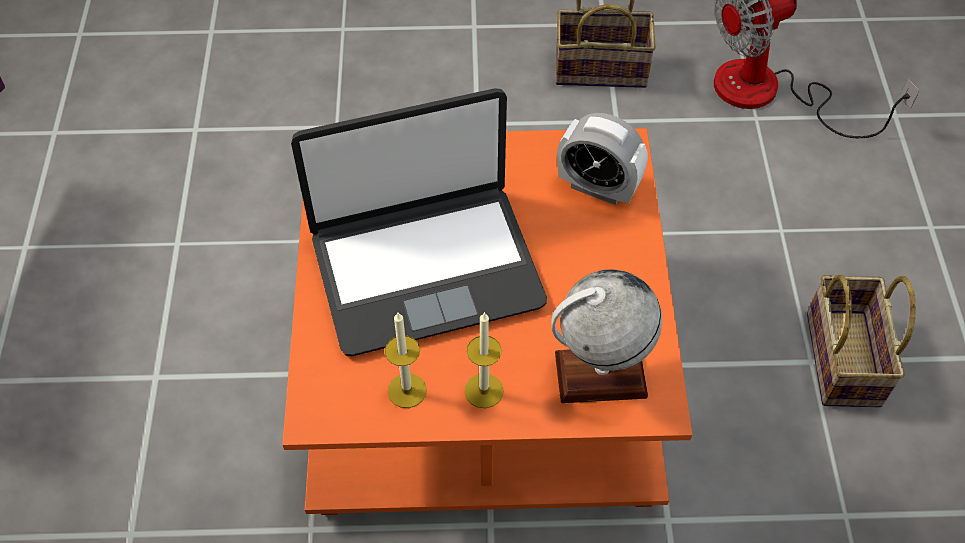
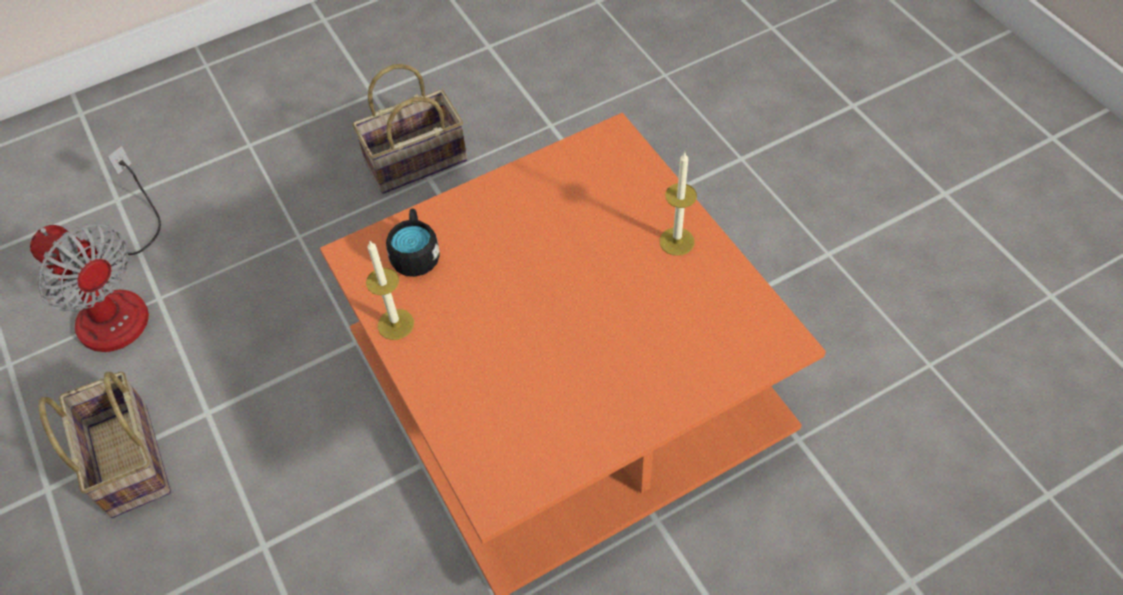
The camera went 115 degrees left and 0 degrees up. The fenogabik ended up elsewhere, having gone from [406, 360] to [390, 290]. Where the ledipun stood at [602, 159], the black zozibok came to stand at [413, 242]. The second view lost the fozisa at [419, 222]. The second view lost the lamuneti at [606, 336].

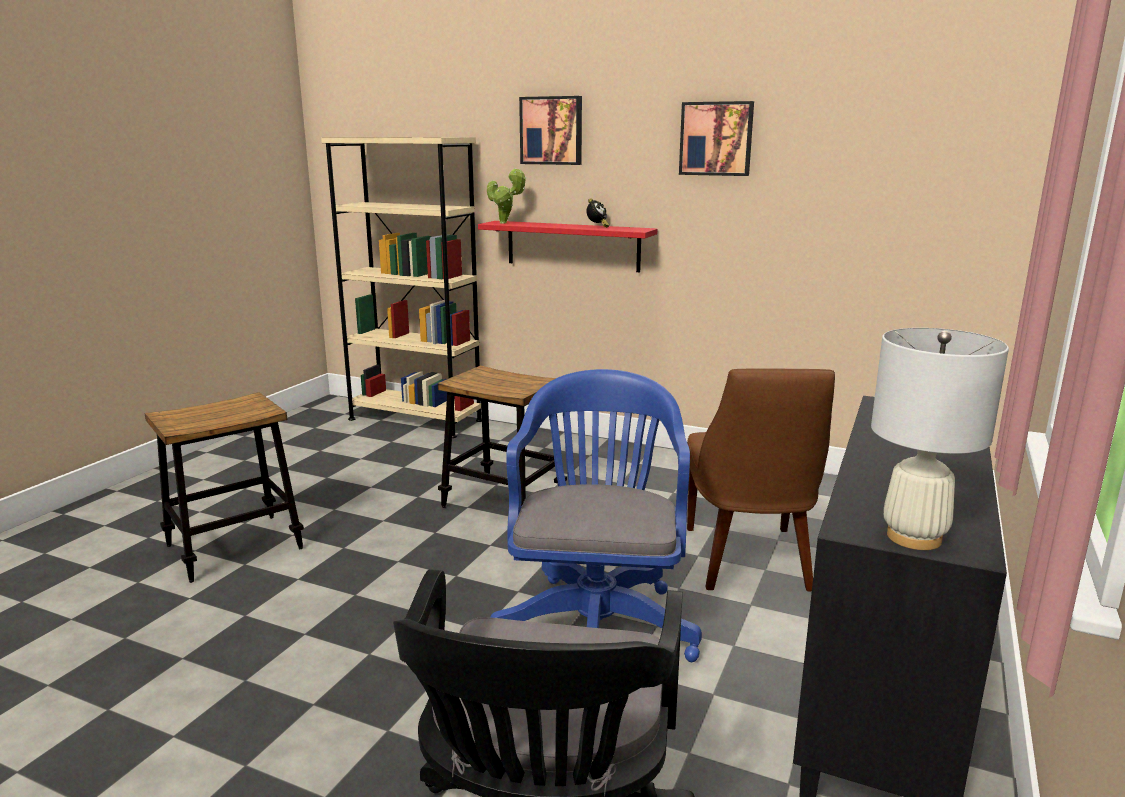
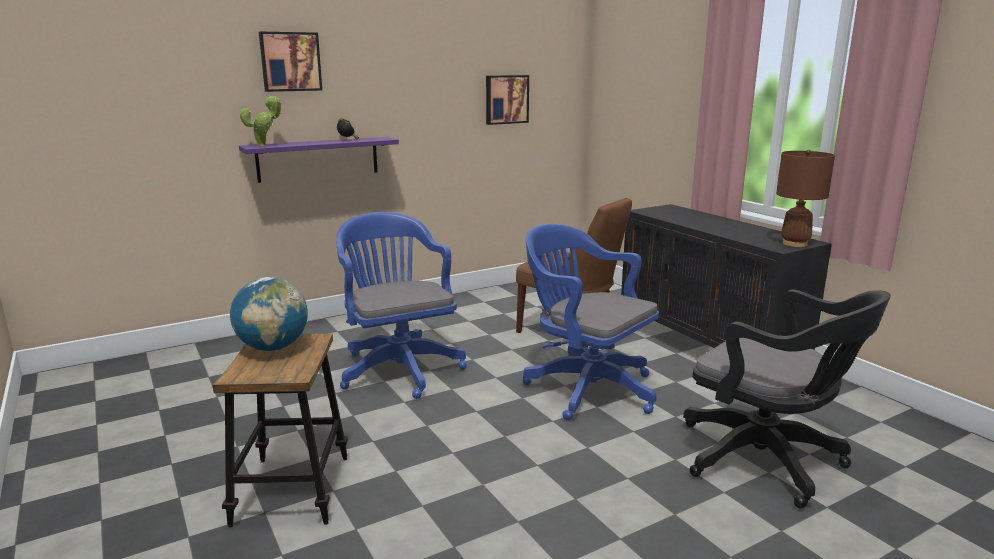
The camera went 55 degrees left and 0 degrees up. The second view gained the lamuneti at [269, 314]. What was the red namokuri at [567, 246] turned into the purple namokuri at [319, 160]. Where the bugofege stood at [502, 436], the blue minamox came to stand at [401, 305]. The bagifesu ended up elsewhere, having gone from [716, 138] to [507, 100]. What was the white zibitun at [940, 439] turned into the brown zibitun at [805, 198]. The second view lost the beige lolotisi at [401, 287].

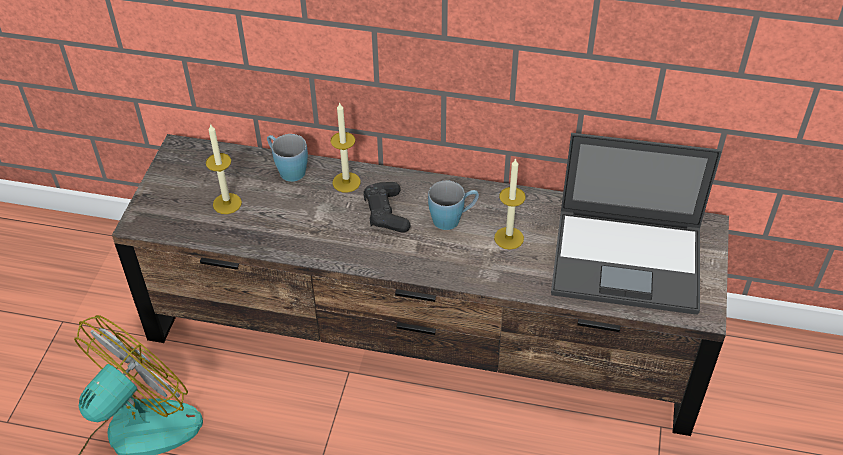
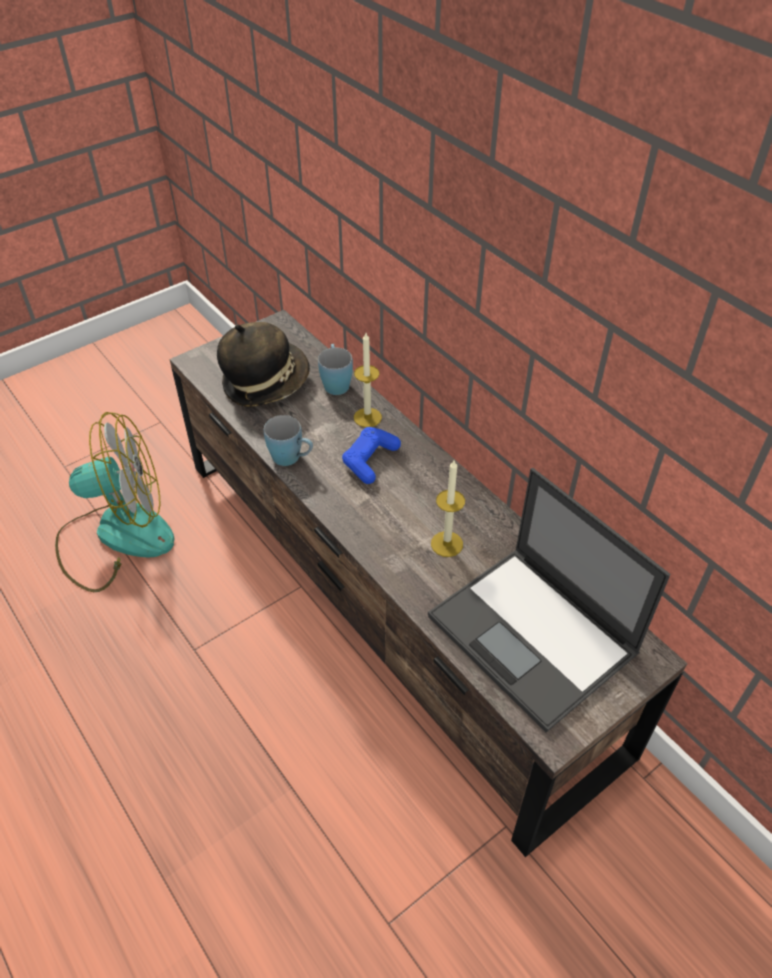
The camera went 40 degrees right and 0 degrees up. Where the fenogabik stood at [224, 168], the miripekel came to stand at [263, 364]. The blue zozibok ended up elsewhere, having gone from [453, 205] to [288, 440]. What was the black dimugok at [387, 207] turned into the blue dimugok at [371, 455].

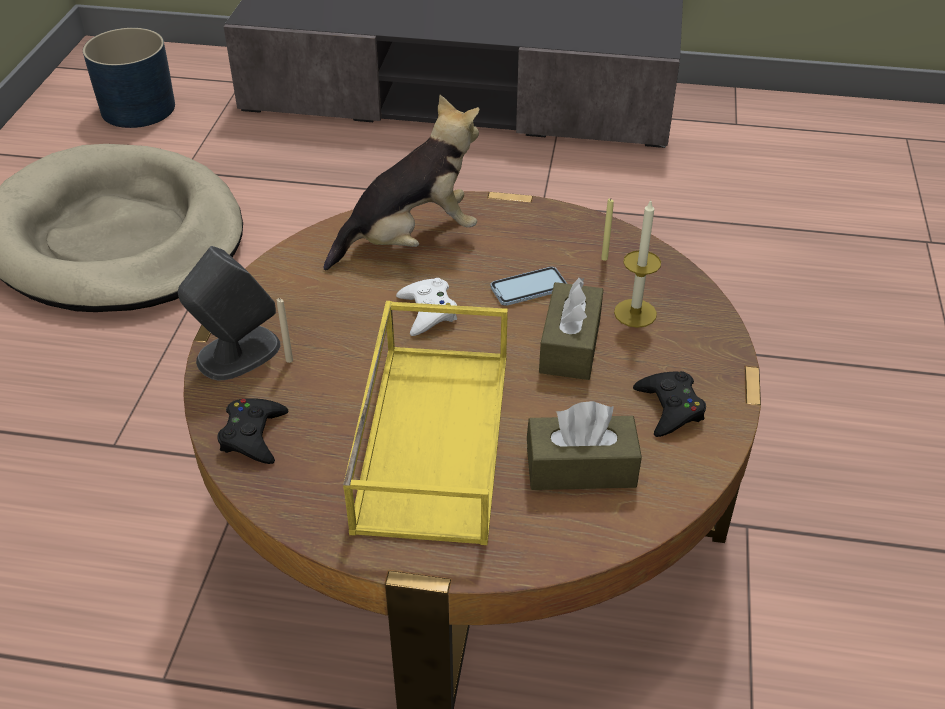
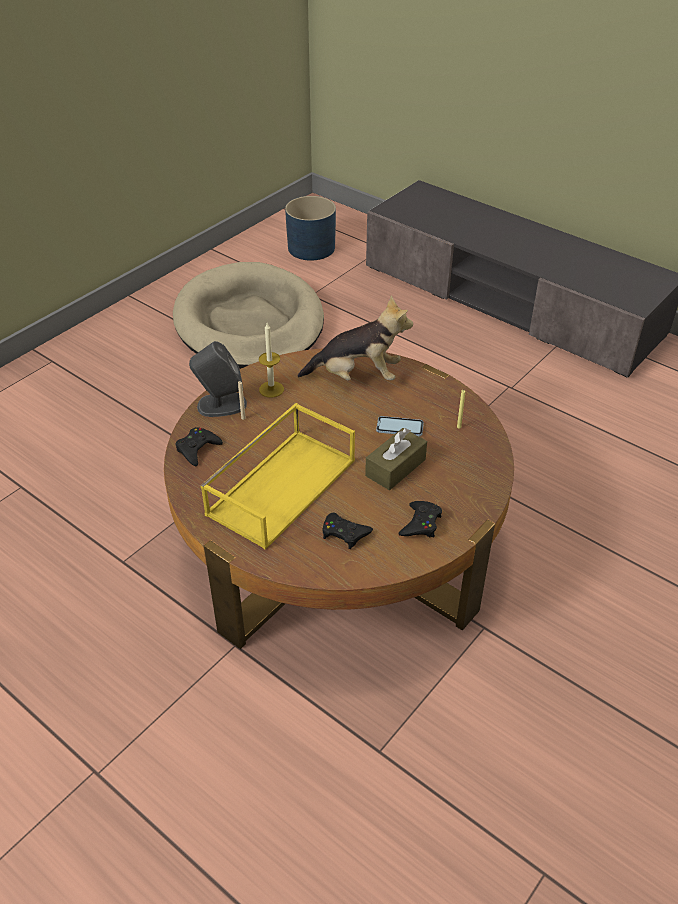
The camera went 30 degrees right and 0 degrees up. The fenogabik ended up elsewhere, having gone from [637, 264] to [271, 360]. Where the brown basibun stood at [584, 445], the black dimugok came to stand at [347, 530]. The second view lost the white dimugok at [426, 307].

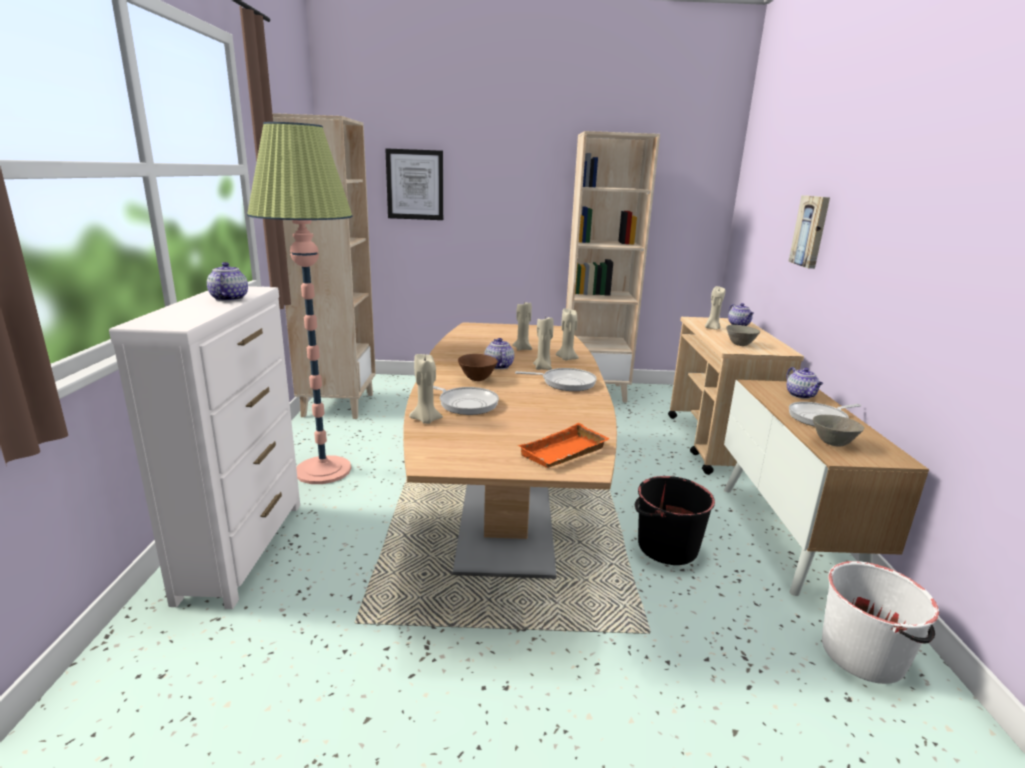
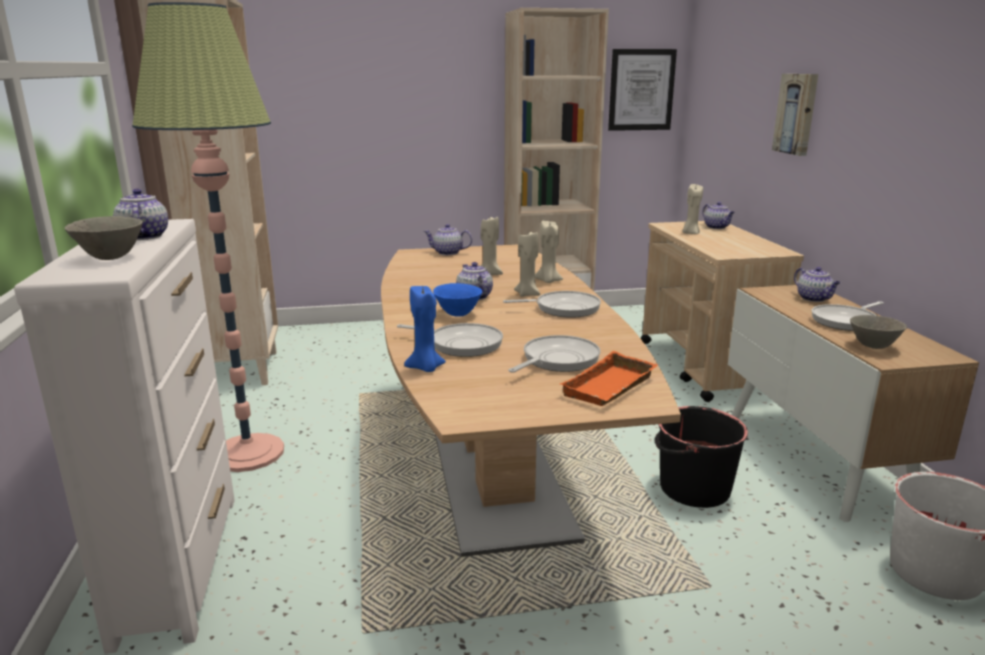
The camera went 10 degrees left and 0 degrees up. The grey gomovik ended up elsewhere, having gone from [743, 335] to [103, 238]. What was the beige fenogabik at [426, 389] turned into the blue fenogabik at [425, 329]. The second view gained the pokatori at [448, 239]. What was the brown gomovik at [478, 367] turned into the blue gomovik at [457, 300]. The second view gained the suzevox at [554, 354]. The bagifesu ended up elsewhere, having gone from [414, 184] to [642, 90].

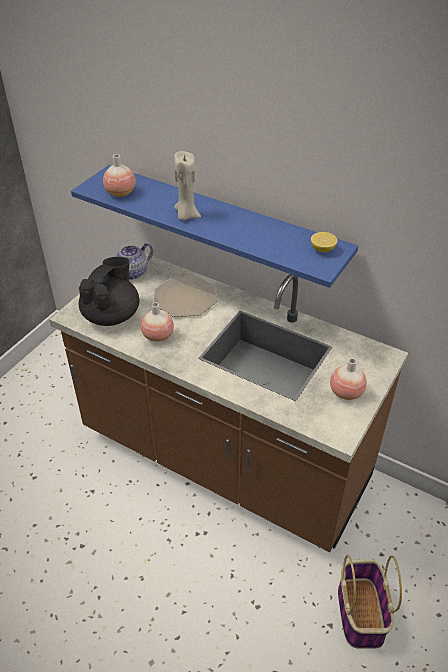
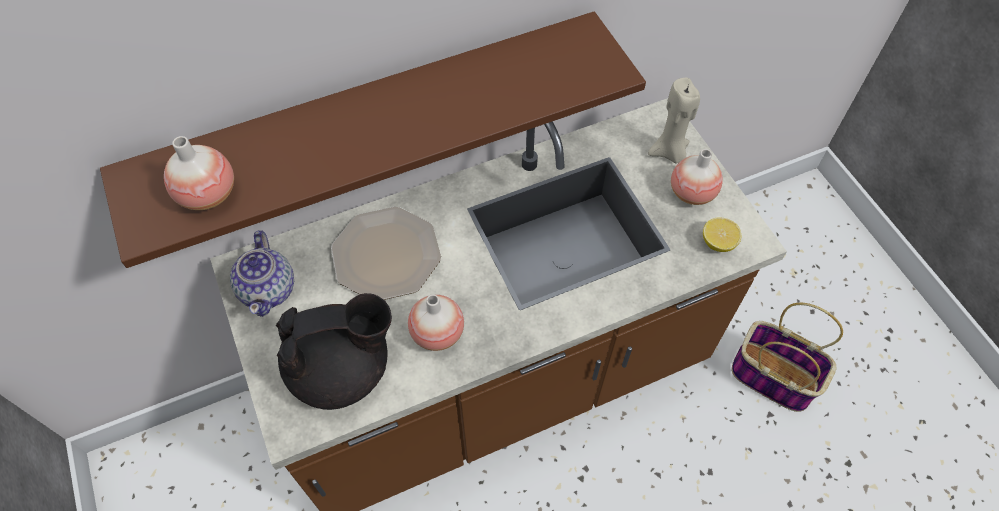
The camera went 55 degrees left and 15 degrees up. What was the blue namokuri at [214, 226] turned into the brown namokuri at [373, 139]. The black pokatori at [109, 291] ended up facing another way, 105 degrees clockwise from before. The beige fenogabik ended up elsewhere, having gone from [187, 186] to [674, 121]. The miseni ended up elsewhere, having gone from [324, 242] to [722, 234].

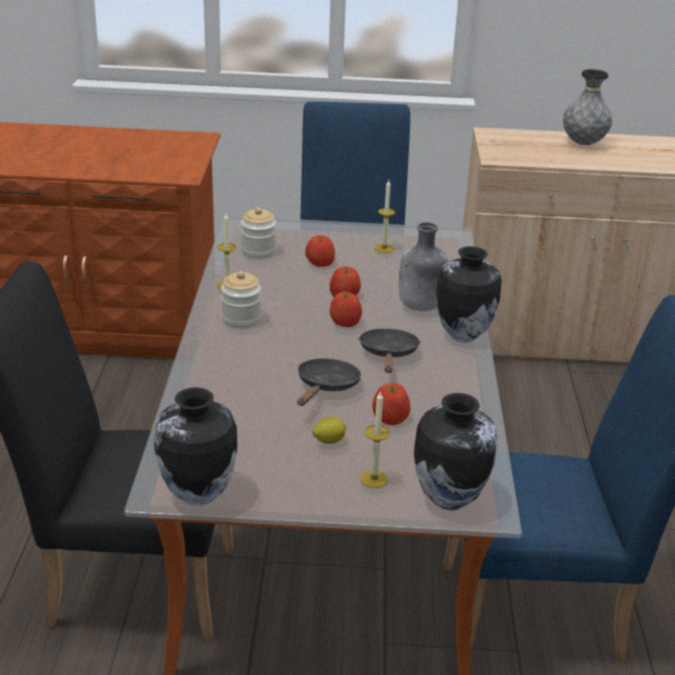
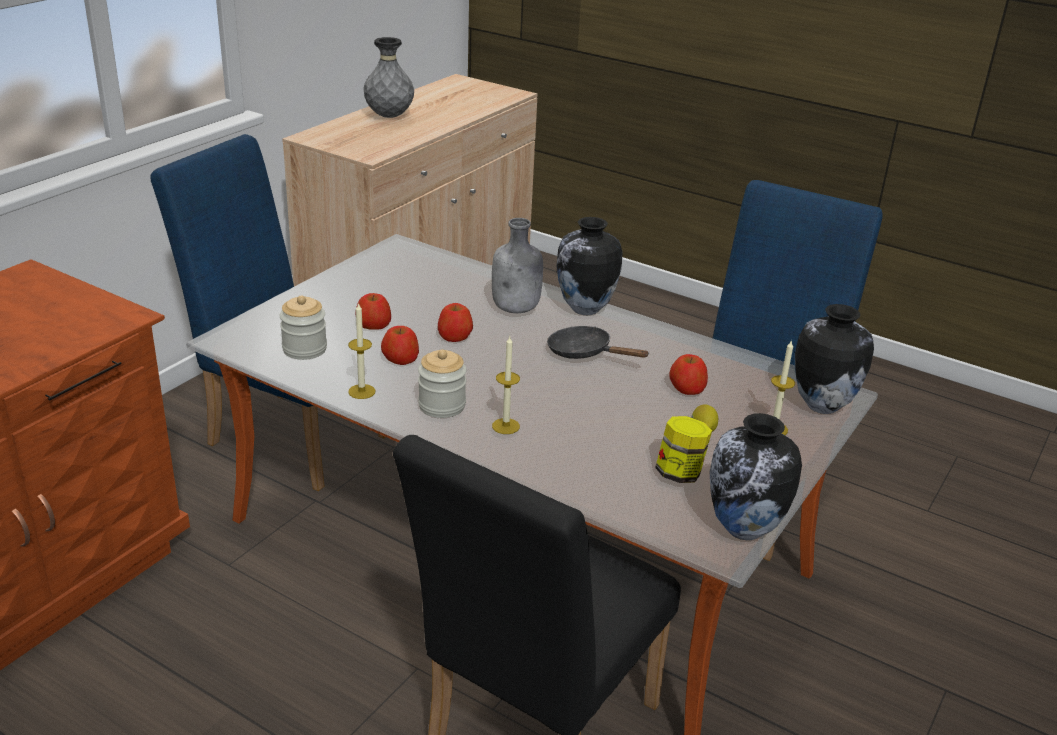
The camera went 60 degrees left and 0 degrees up. The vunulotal ended up elsewhere, having gone from [346, 309] to [400, 345]. The fenogabik ended up elsewhere, having gone from [384, 216] to [506, 385]. The second view gained the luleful at [683, 449]. The second view lost the black suzevox at [329, 382].

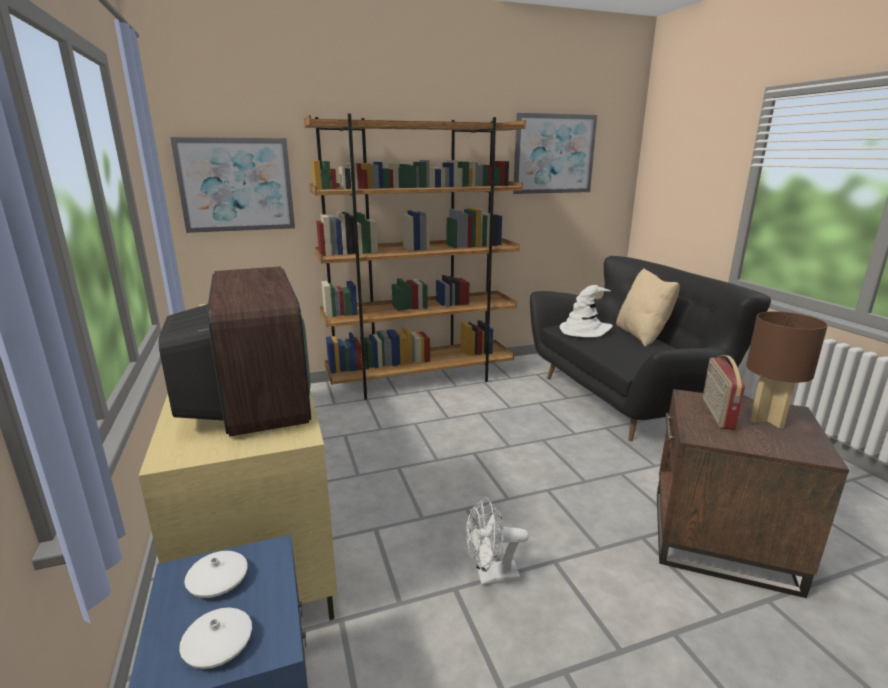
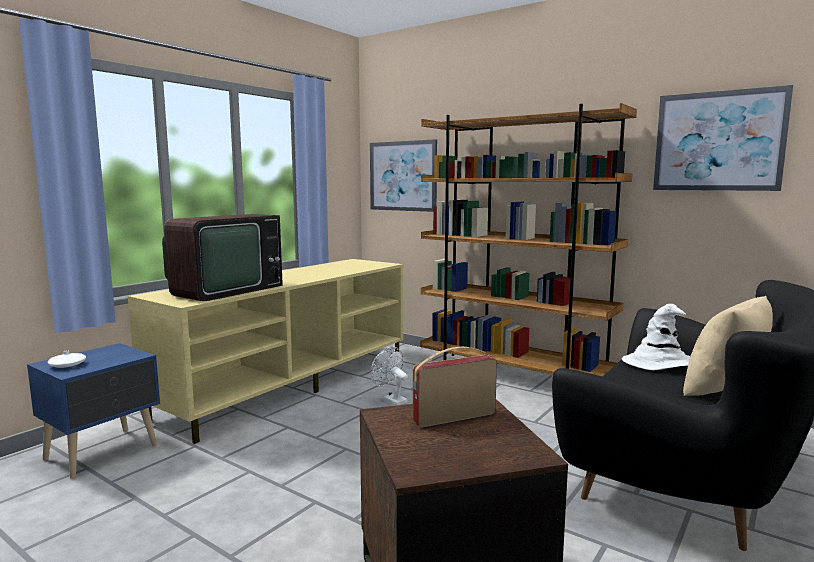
The camera went 55 degrees right and 10 degrees down. The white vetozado ended up elsewhere, having gone from [497, 541] to [389, 376]. The second view lost the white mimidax at [216, 574]. The second view lost the brown zibitun at [787, 369].

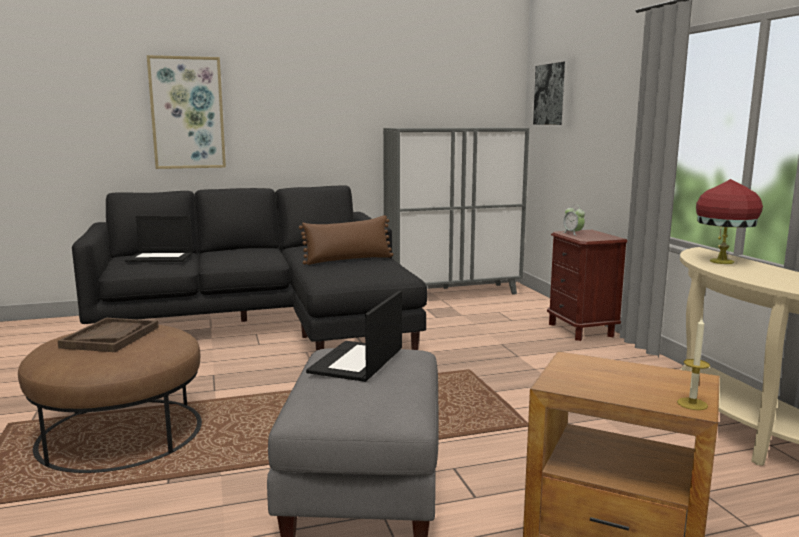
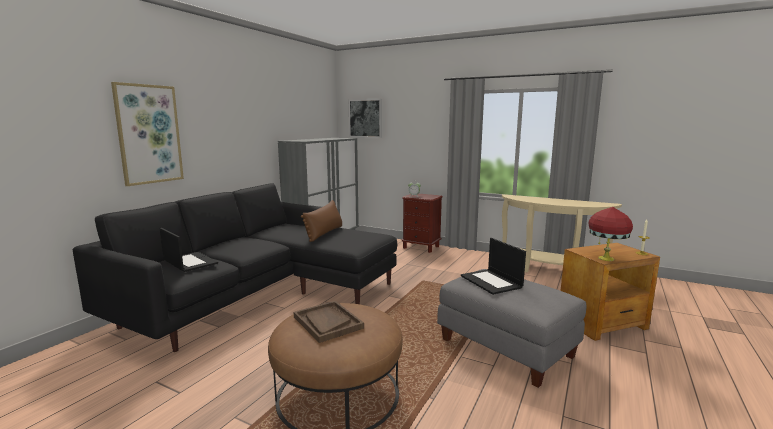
The camera went 45 degrees left and 0 degrees up. The fozisa at [159, 239] ended up facing another way, 90 degrees counterclockwise from before. The red zibitun ended up elsewhere, having gone from [729, 221] to [611, 234].

